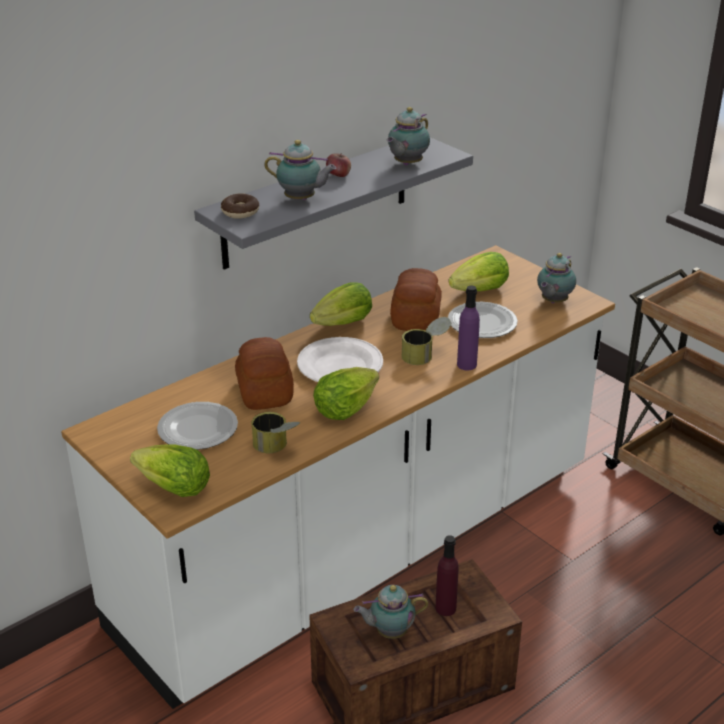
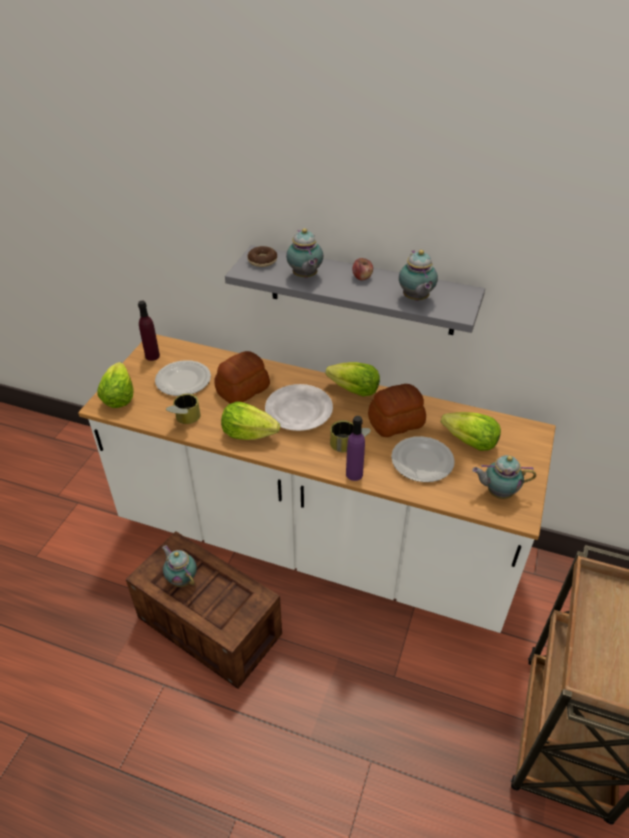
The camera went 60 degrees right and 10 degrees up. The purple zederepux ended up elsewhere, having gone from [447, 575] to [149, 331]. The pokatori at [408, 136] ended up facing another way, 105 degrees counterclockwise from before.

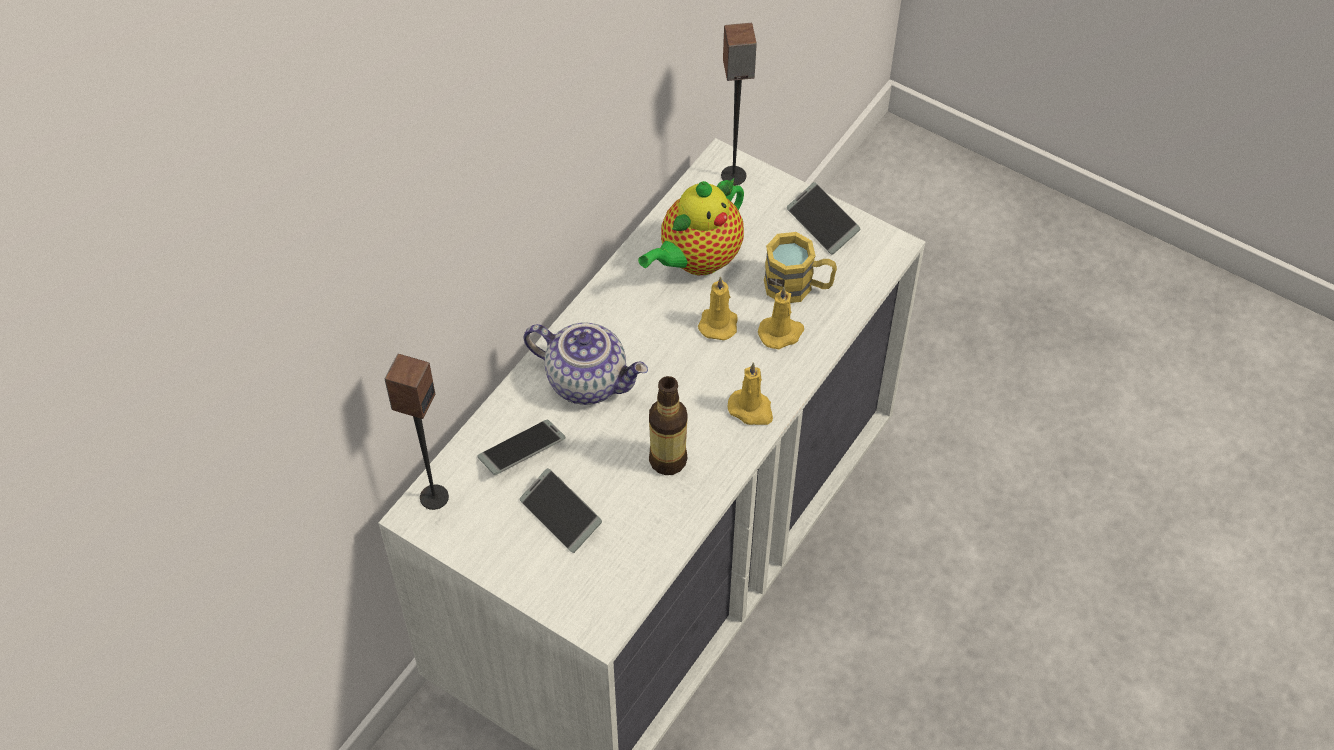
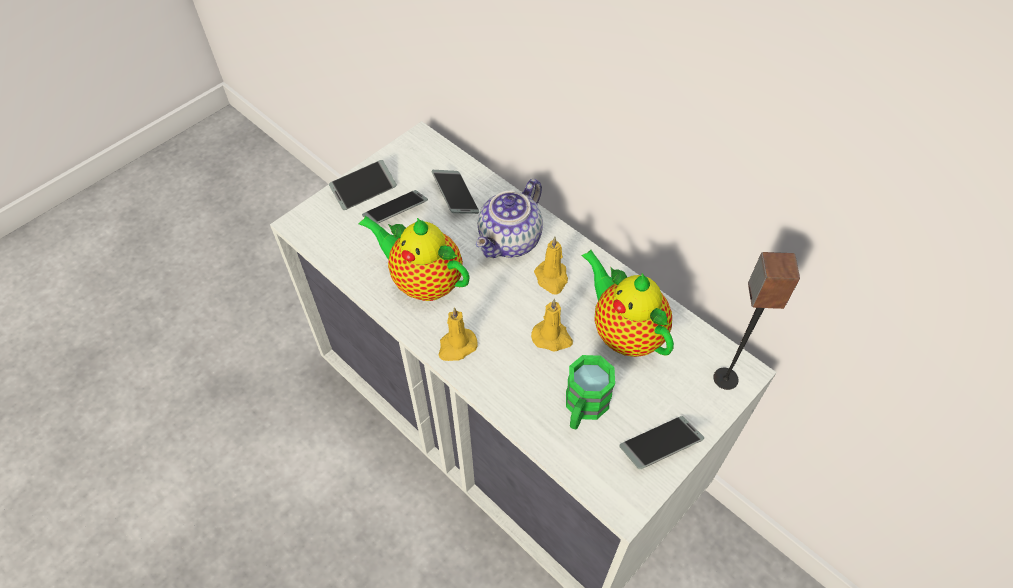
The camera went 100 degrees right and 0 degrees up. The second view gained the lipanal at [363, 185]. Where the zederepux stood at [668, 425], the pokatori came to stand at [414, 258]. The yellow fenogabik ended up elsewhere, having gone from [781, 317] to [551, 266]. What was the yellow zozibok at [800, 267] turned into the green zozibok at [590, 392]. The second view lost the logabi at [416, 432].

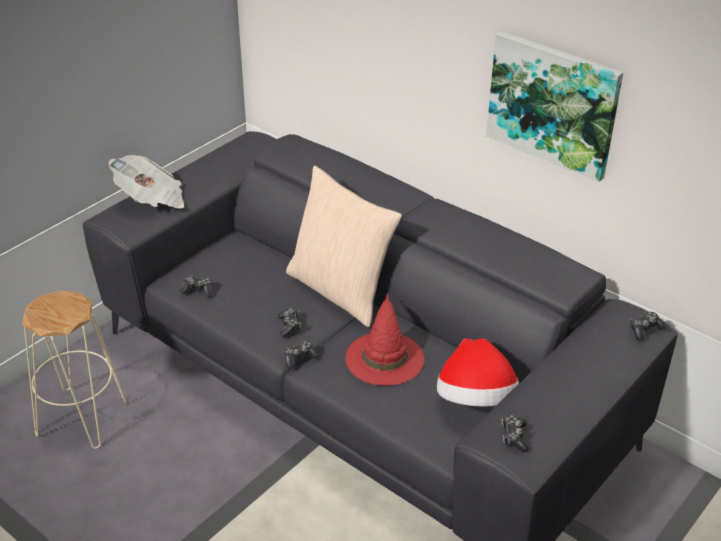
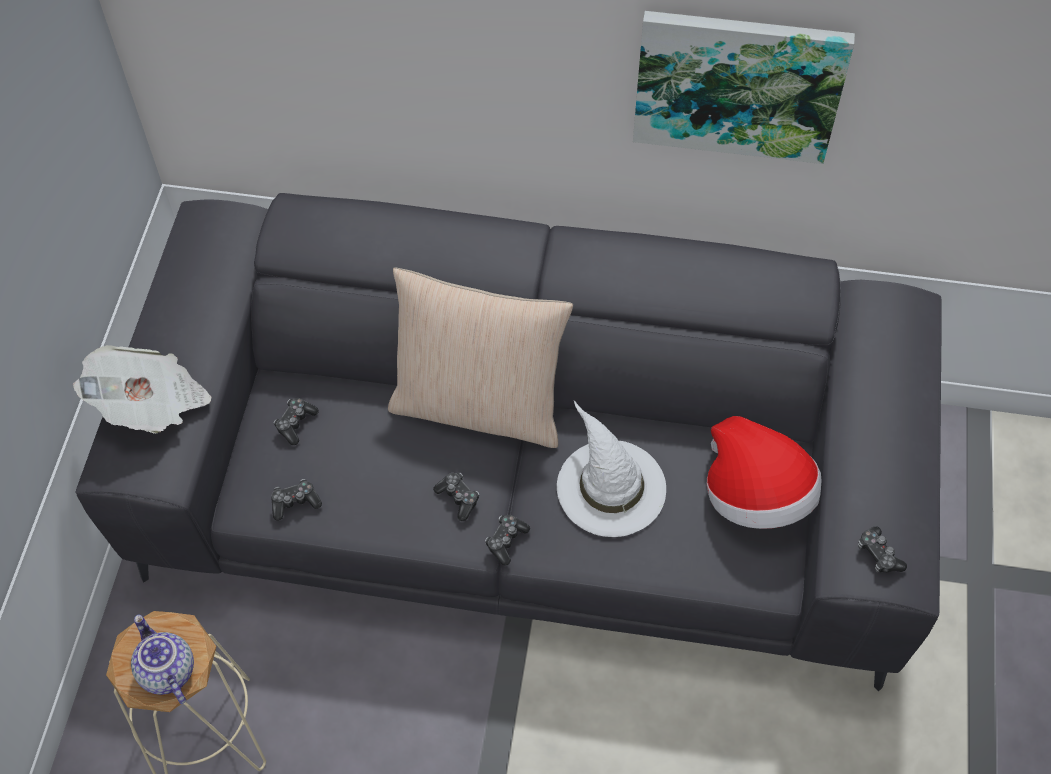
The camera went 30 degrees left and 20 degrees up. The second view gained the pokatori at [162, 659]. The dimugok ended up elsewhere, having gone from [648, 326] to [296, 421]. What was the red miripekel at [385, 339] turned into the white miripekel at [611, 469].

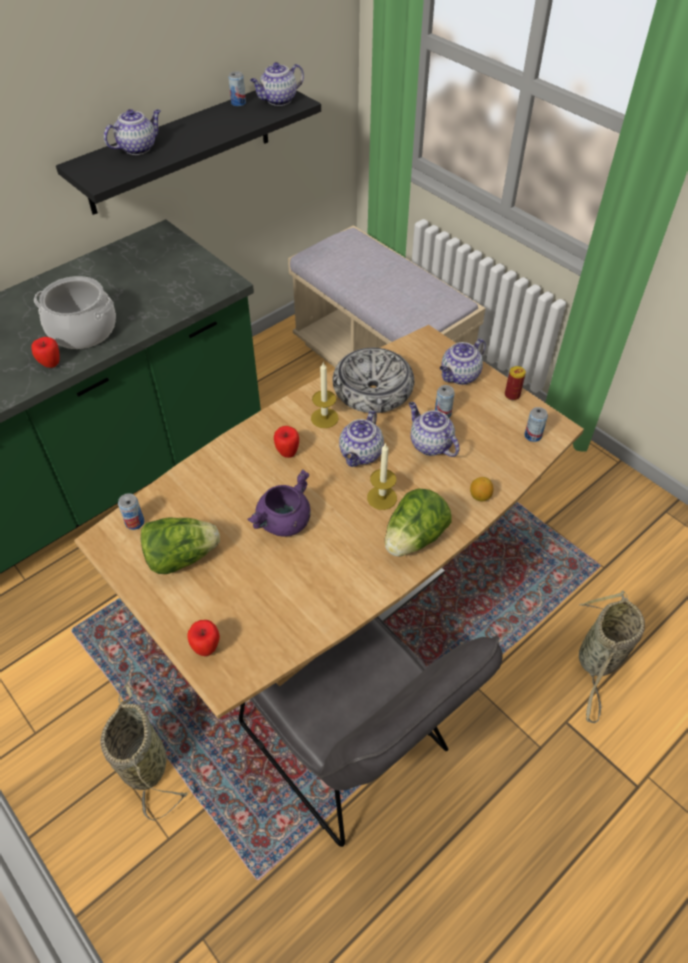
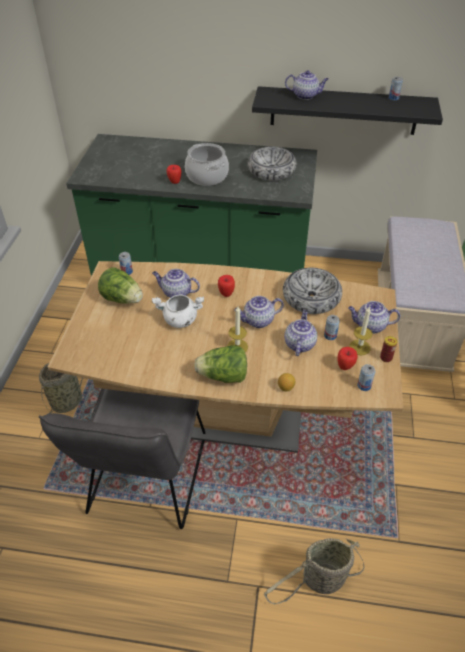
The camera went 50 degrees right and 5 degrees down. The pokatori ended up elsewhere, having gone from [277, 84] to [176, 283]. What was the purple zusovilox at [279, 503] turned into the white zusovilox at [178, 311]. The second view gained the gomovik at [272, 163]. The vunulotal ended up elsewhere, having gone from [203, 638] to [347, 358]. The fenogabik ended up elsewhere, having gone from [325, 395] to [360, 331].

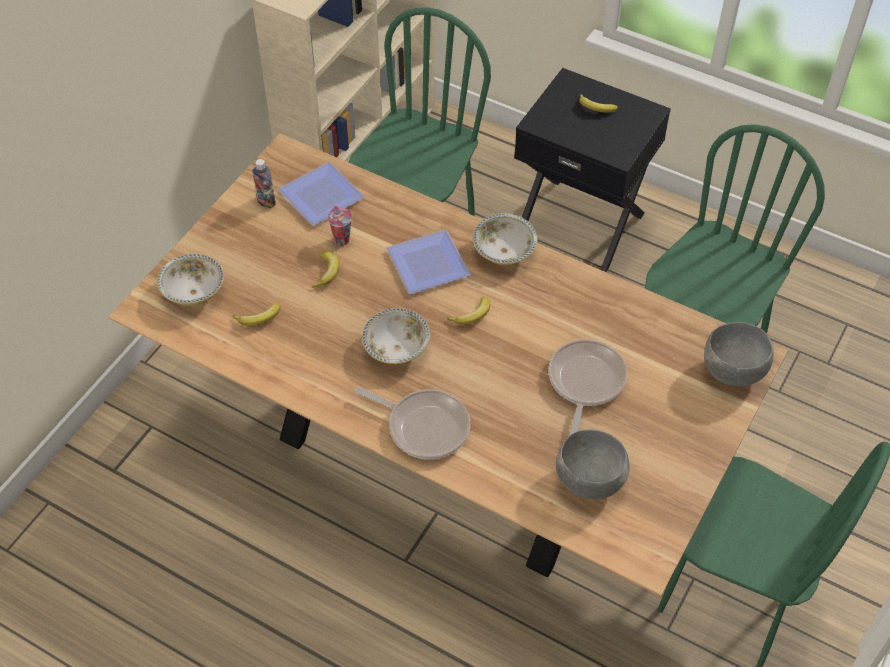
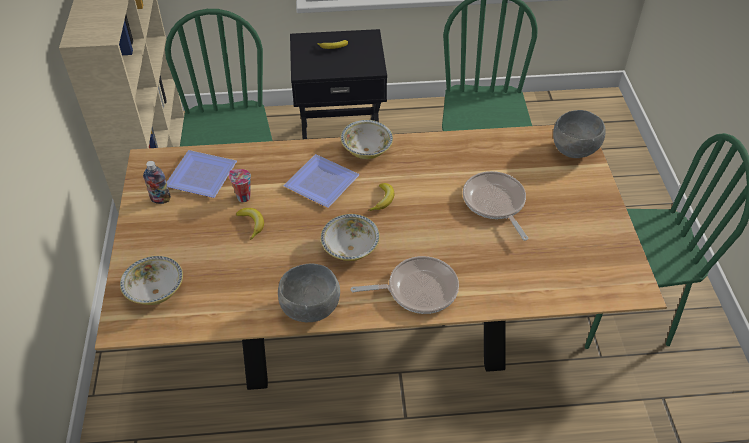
The camera went 35 degrees left and 5 degrees down. The grey gomovik ended up elsewhere, having gone from [593, 464] to [309, 292]. The second view lost the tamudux at [257, 314].

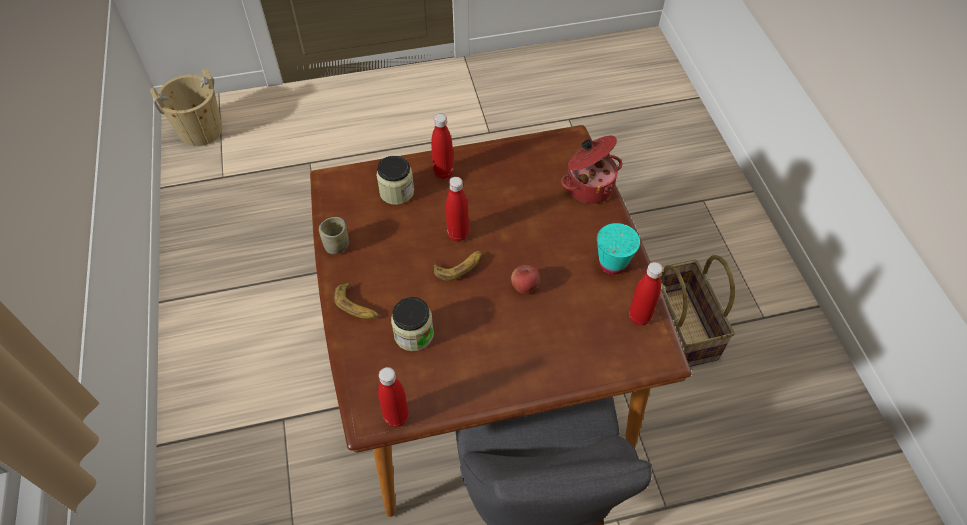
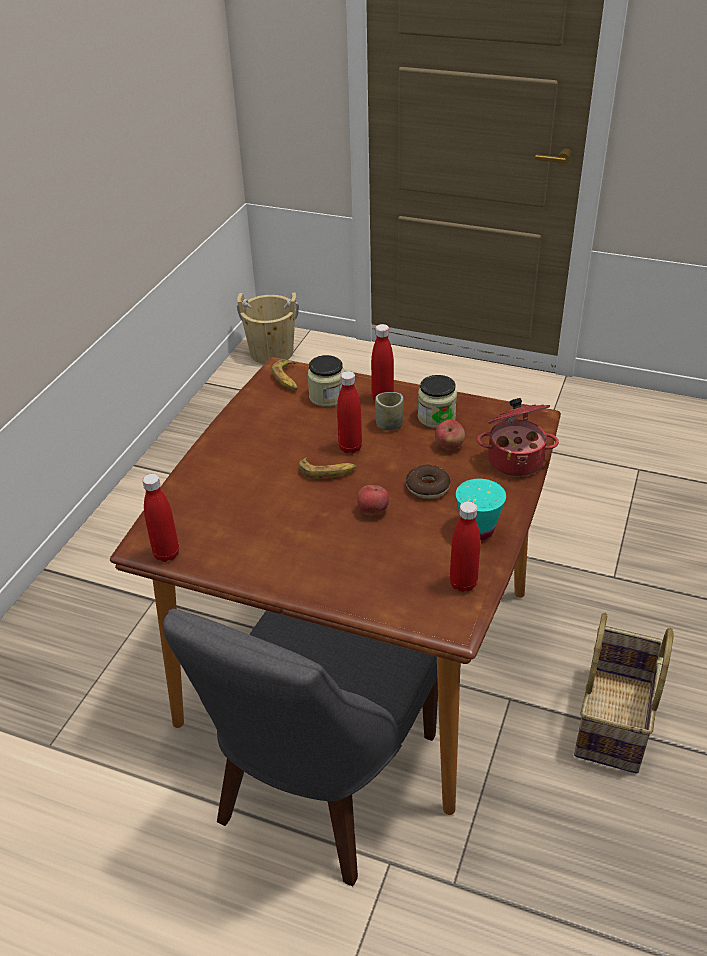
The camera went 35 degrees right and 15 degrees down. The tamudux ended up elsewhere, having gone from [356, 300] to [285, 374]. The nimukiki ended up elsewhere, having gone from [334, 235] to [389, 411]. The second view gained the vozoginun at [428, 482]. The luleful ended up elsewhere, having gone from [412, 324] to [437, 401]. The second view gained the vunulotal at [450, 434].

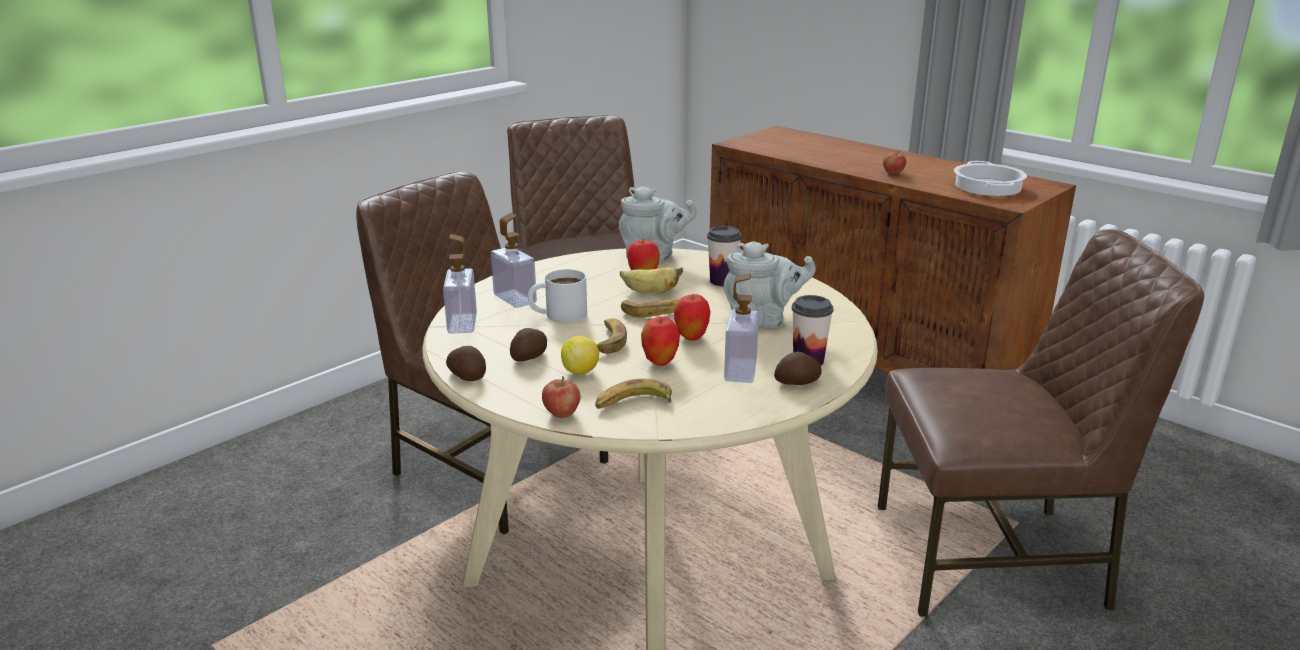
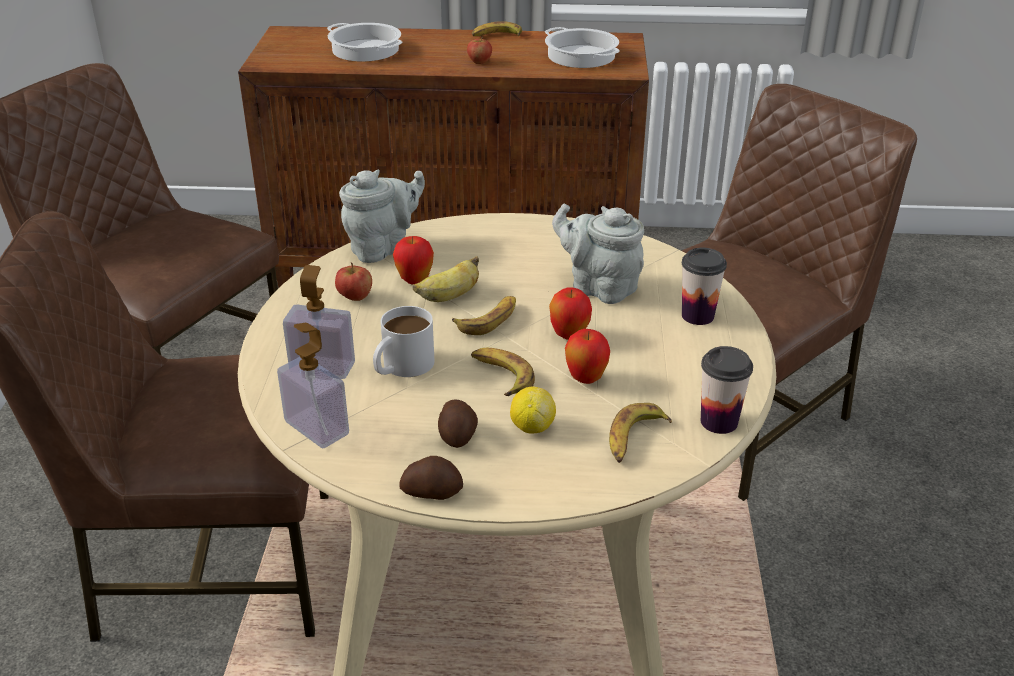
The camera went 40 degrees left and 10 degrees up. The second view gained the zusovilox at [365, 42]. The vunulotal ended up elsewhere, having gone from [561, 397] to [353, 282]. The second view gained the tamudux at [497, 28]. The grey pokatori at [770, 284] ended up facing another way, 105 degrees counterclockwise from before. The nimukiki ended up elsewhere, having gone from [724, 256] to [727, 390]. The second view lost the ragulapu at [741, 328]. The second view lost the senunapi at [798, 368].

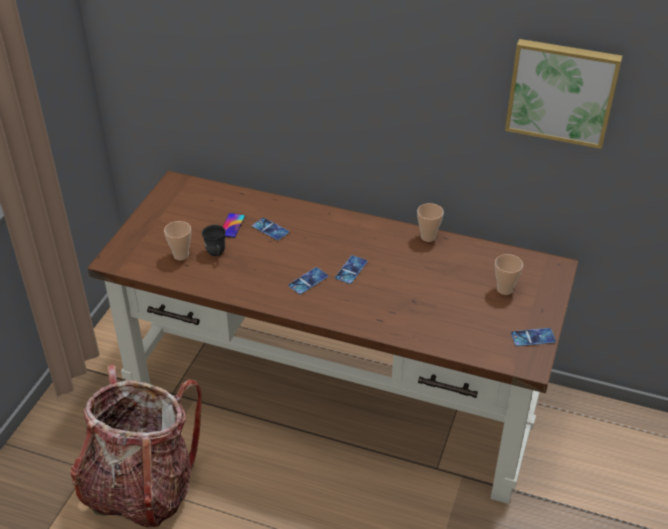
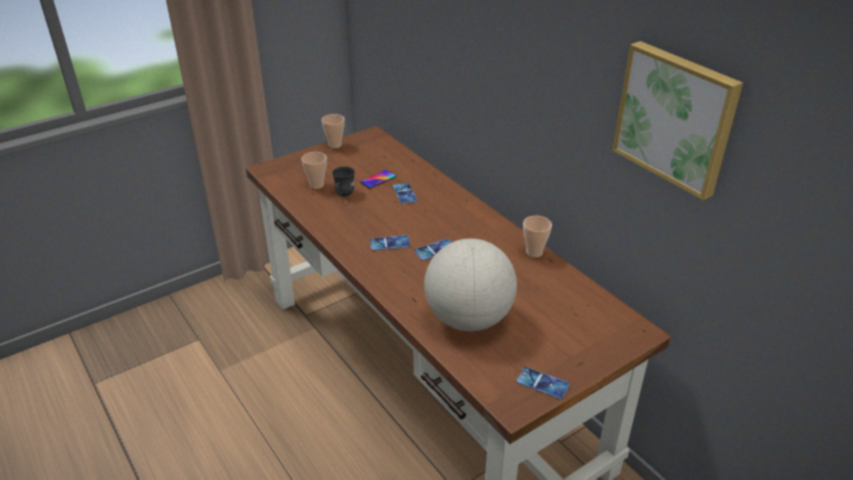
The camera went 35 degrees right and 5 degrees down. The nimukiki ended up elsewhere, having gone from [509, 274] to [333, 131]. The second view gained the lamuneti at [470, 285]. The second view lost the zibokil at [136, 446].

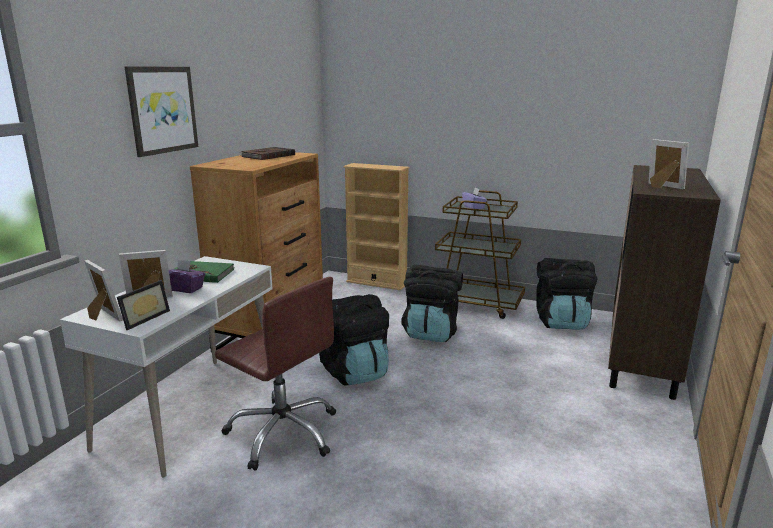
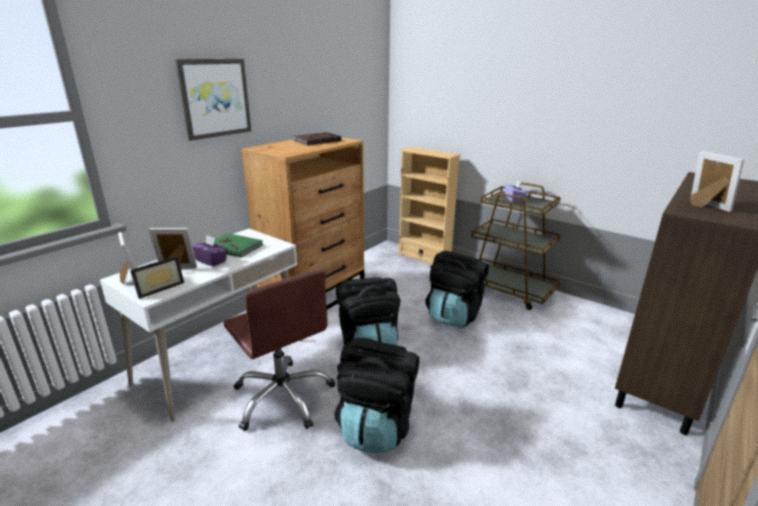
The camera went 15 degrees right and 5 degrees up. The black zibokil ended up elsewhere, having gone from [567, 294] to [376, 395].

